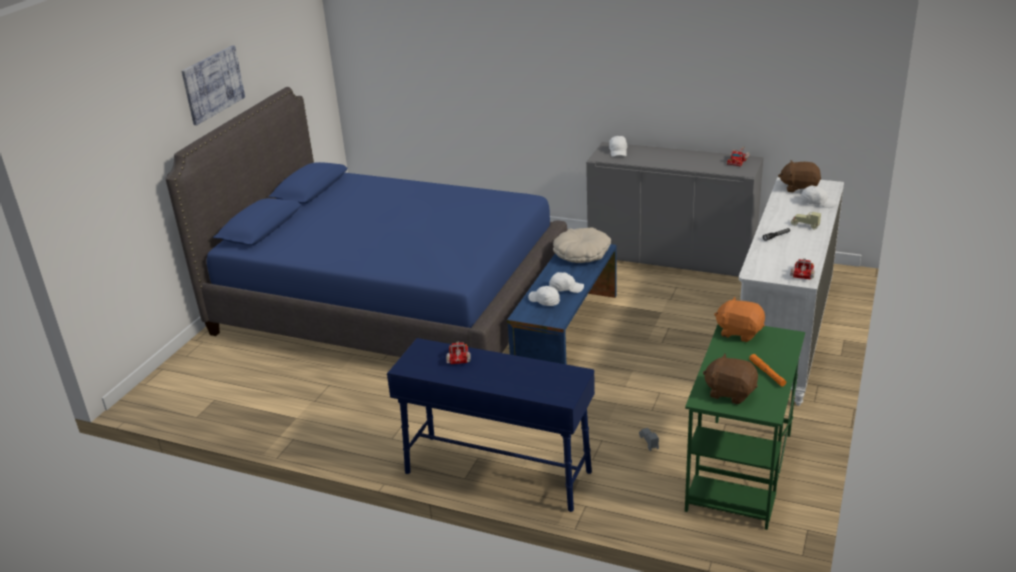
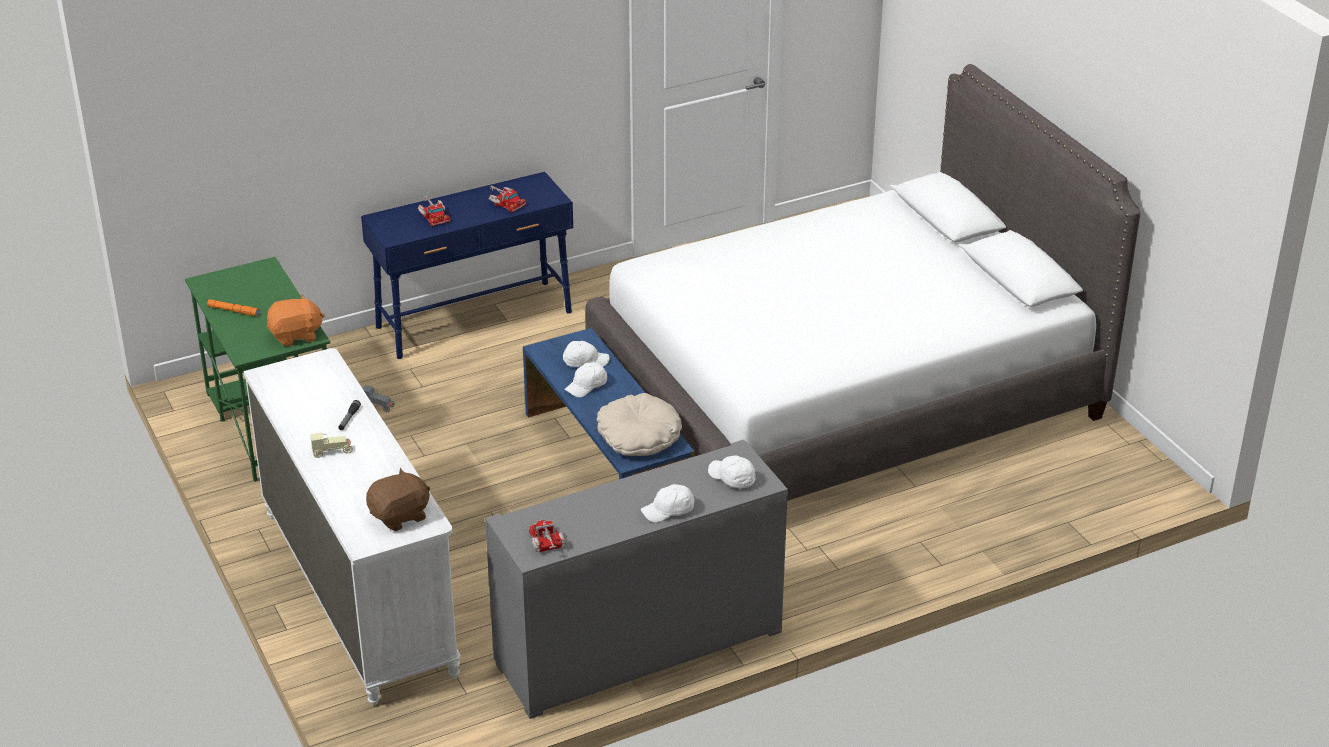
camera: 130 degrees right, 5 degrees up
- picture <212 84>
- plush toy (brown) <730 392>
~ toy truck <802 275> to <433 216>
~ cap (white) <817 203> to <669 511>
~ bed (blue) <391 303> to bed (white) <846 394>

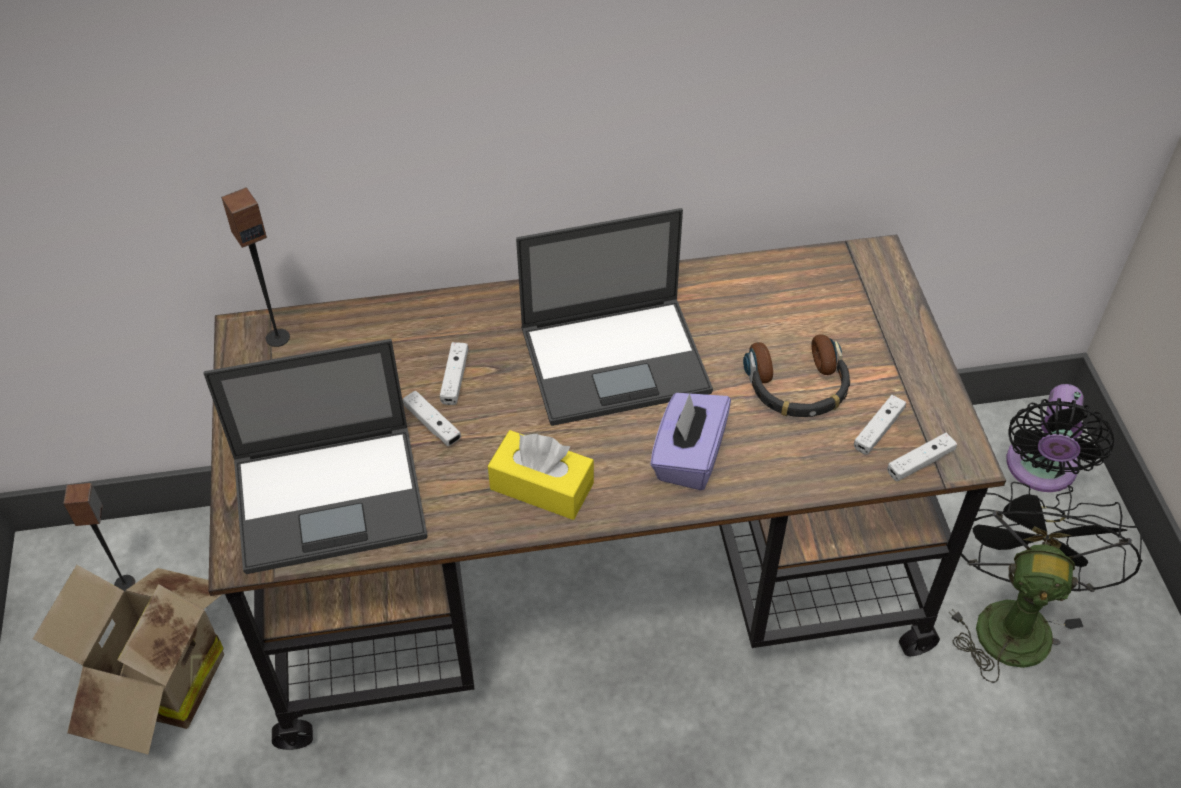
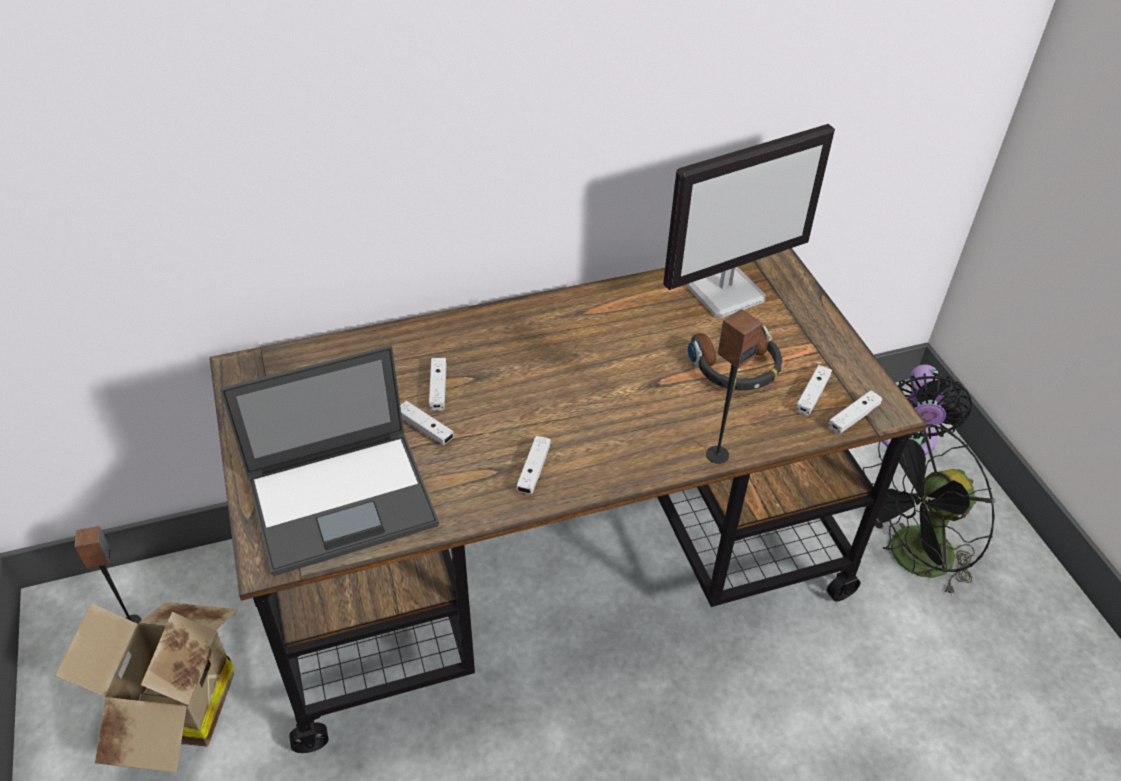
camera: 10 degrees left, 5 degrees down
- laptop <617 359>
- tissue box (purple) <688 457>
+ monitor <726 292>
~ speaker <277 337> to <717 454>
~ tissue box (yellow) <541 486> to game controller (white) <533 470>
~ fan (black) <1010 617> = <911 560> 120 degrees counterclockwise

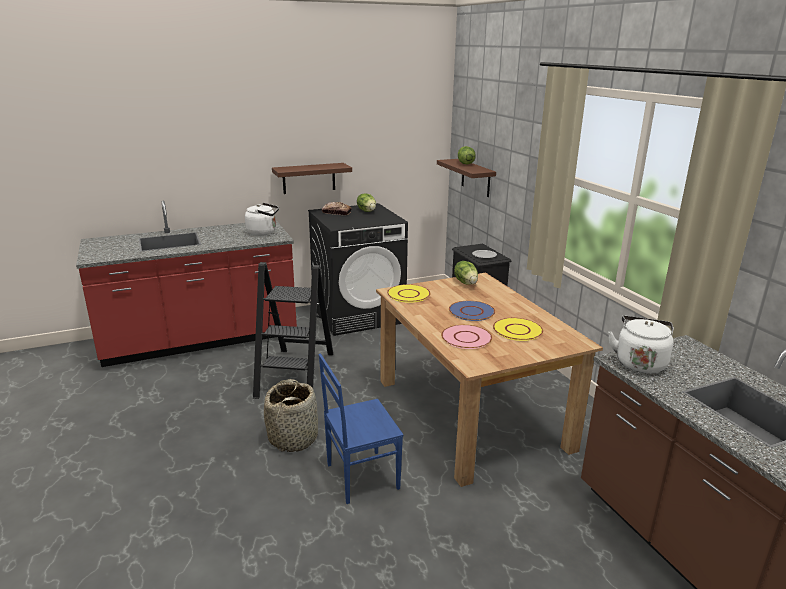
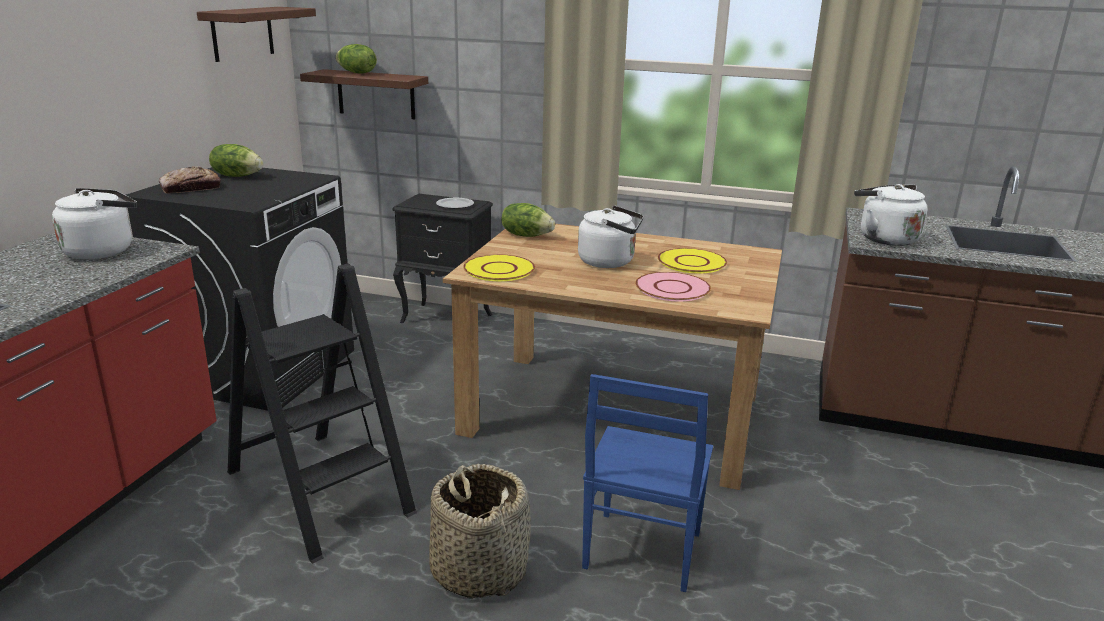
camera: 50 degrees left, 0 degrees up
~ shelf (brown) <309 178> to <242 33>
~ plate (blue) <471 312> to kettle (white) <610 262>

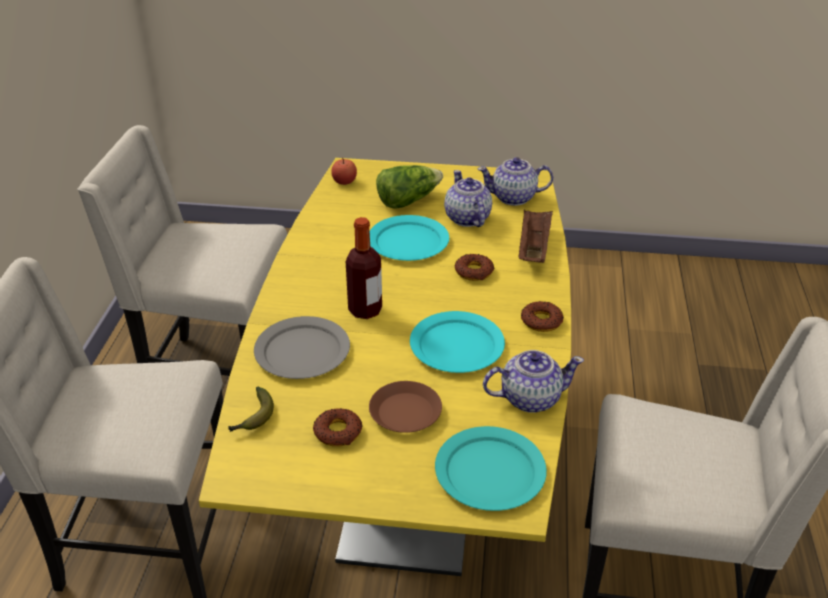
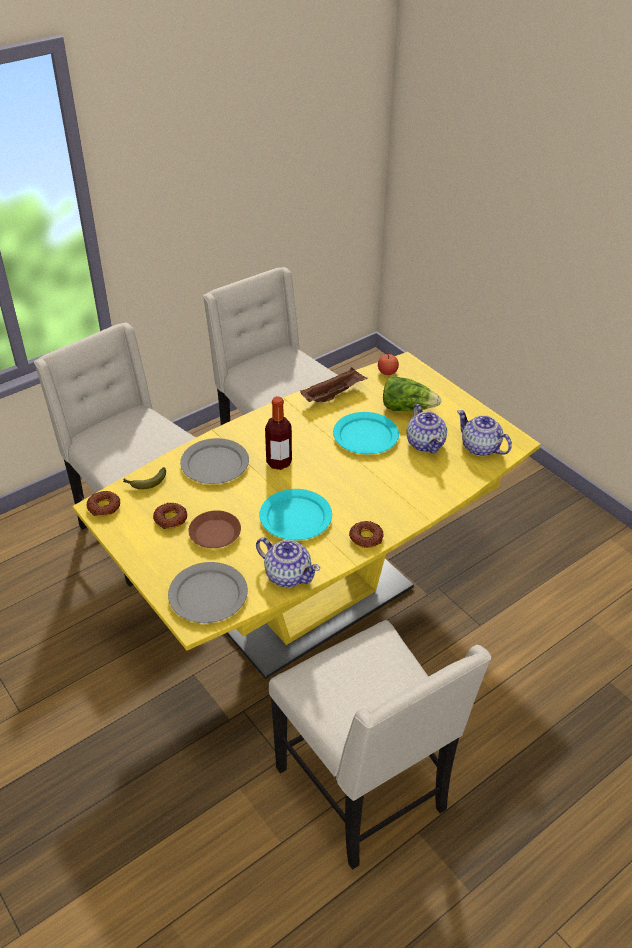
camera: 45 degrees right, 5 degrees up
~ donut <474 271> to <104 507>
~ tray (brown) <533 248> to <333 394>
~ plate (turquoise) <489 472> to plate (grey) <207 595>
~ teapot <467 219> = <425 443> 135 degrees clockwise

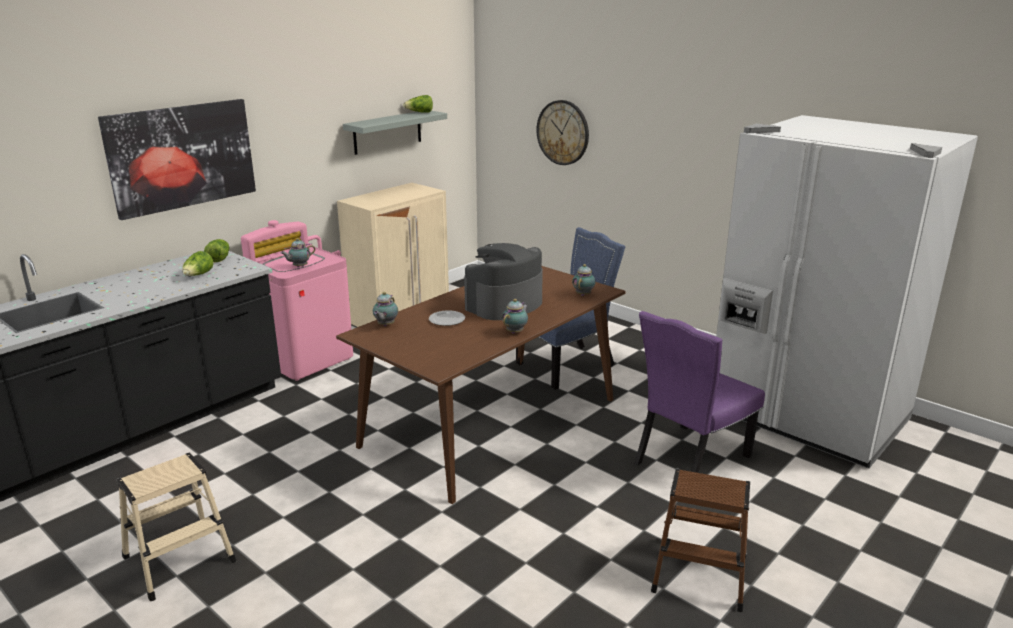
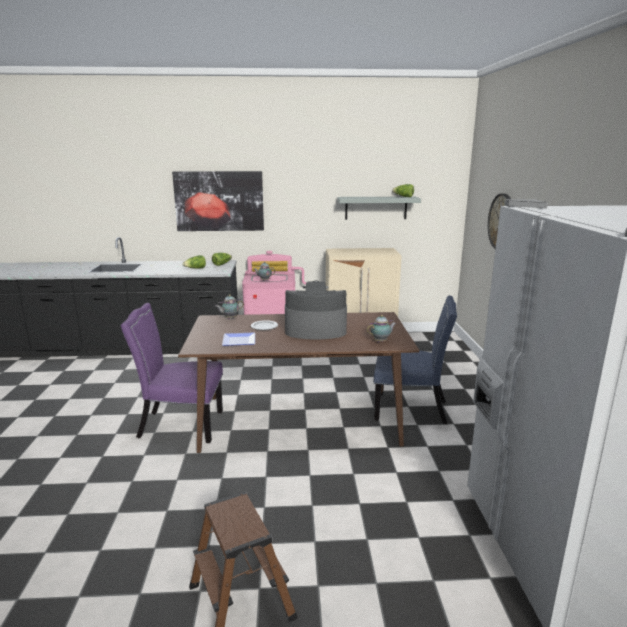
camera: 45 degrees right, 5 degrees down
- step ladder (beige) <178 558>
- teapot <515 332>
+ plate <238 340>
~ chair (purple) <691 457> to <182 425>

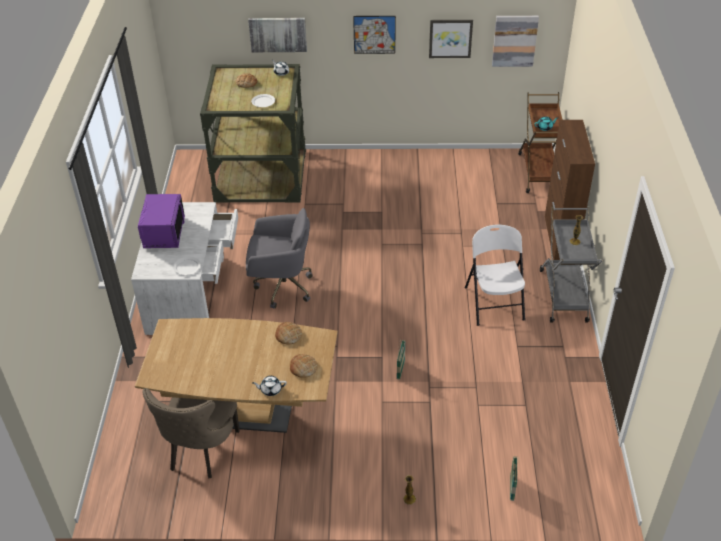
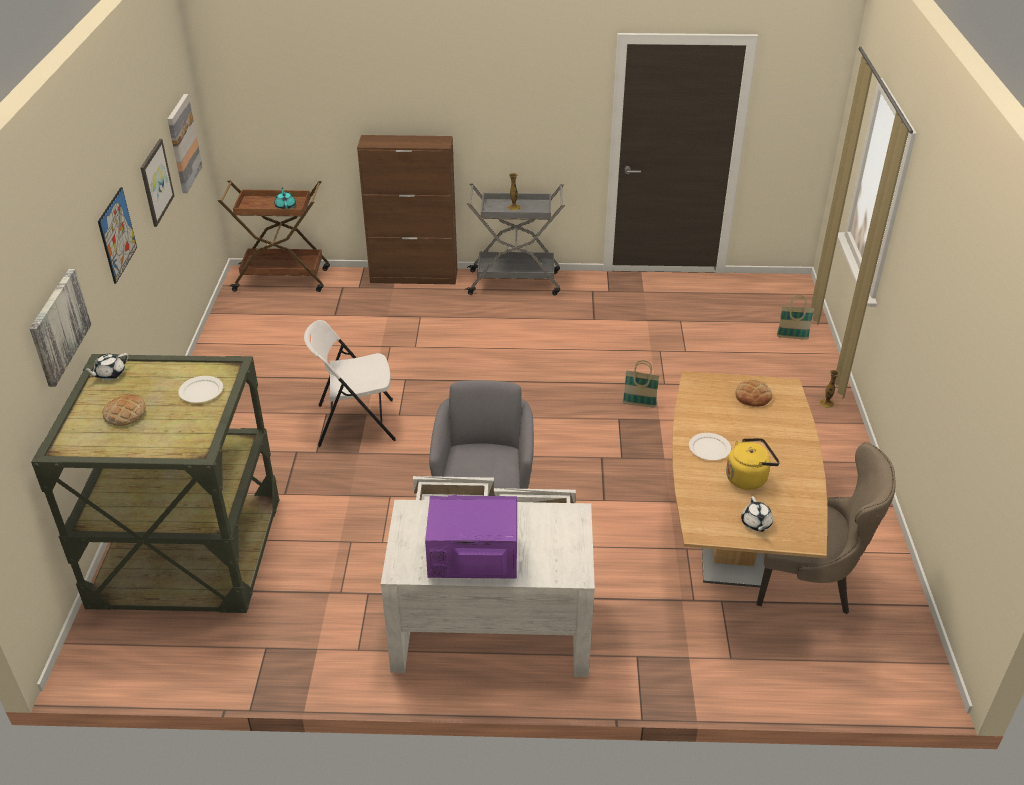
camera: 90 degrees left, 5 degrees down
- bread <288 335>
+ kettle (yellow) <748 478>
~ plate (white) <187 267> to <709 448>
~ teapot (white) <270 389> to <756 524>
~ chair (white) <494 303> to <356 422>

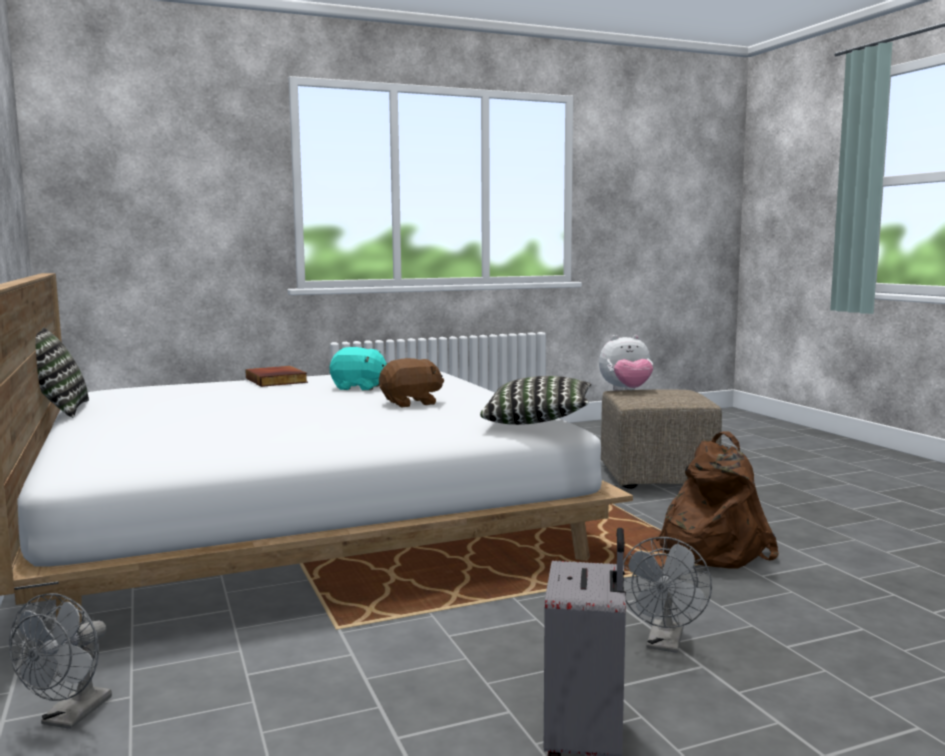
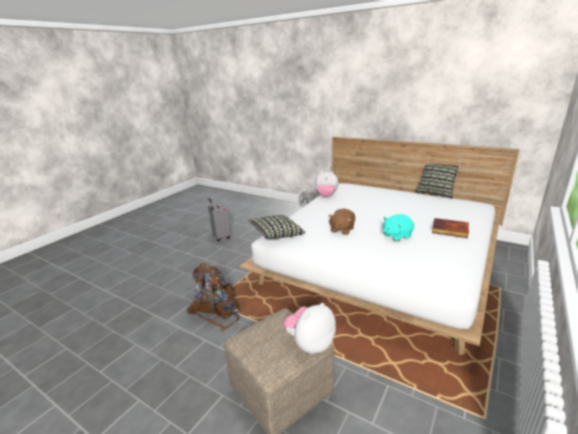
camera: 145 degrees right, 15 degrees up
- fan (grey) <665 644>
+ plush toy <326 196>

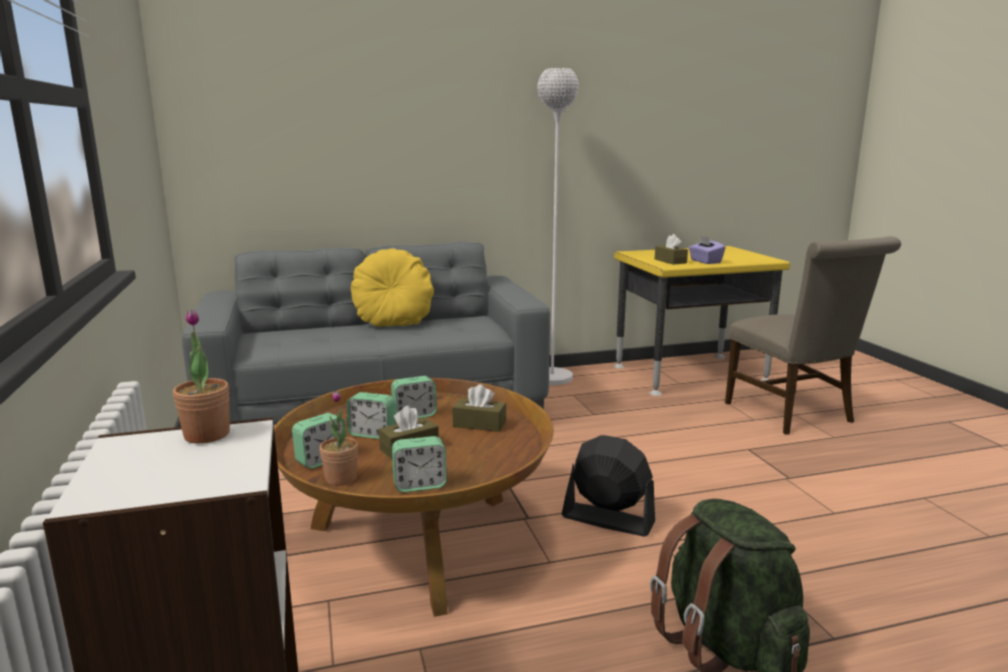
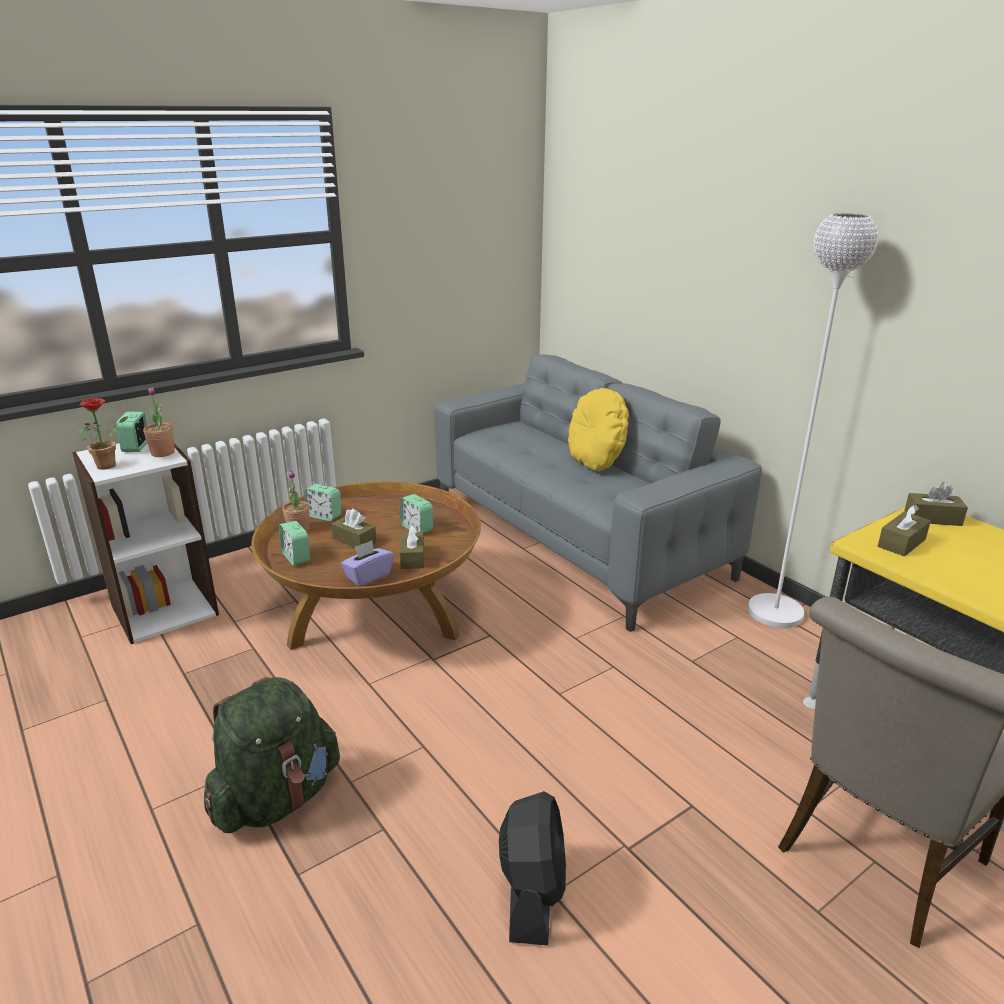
camera: 70 degrees right, 10 degrees up
+ potted plant <110 464>
+ tissue box (brown) <932 518>
~ alarm clock <372 434> to <136 447>
~ fan (black) <607 519> to <532 892>
~ tissue box (purple) <705 261> to <368 576>

